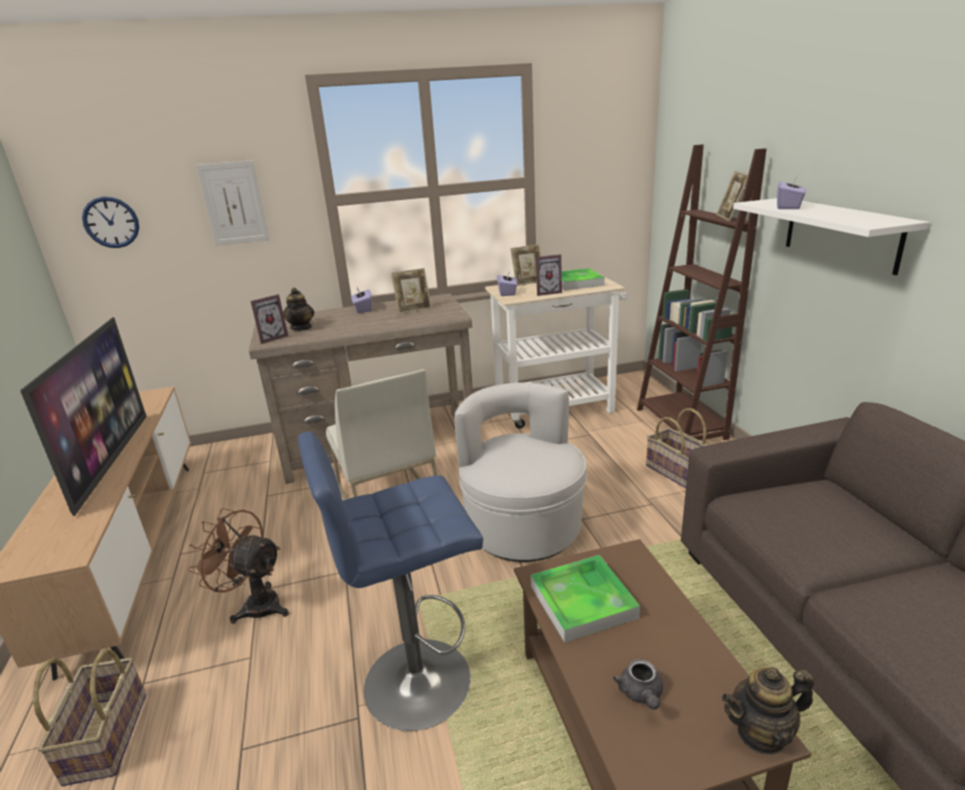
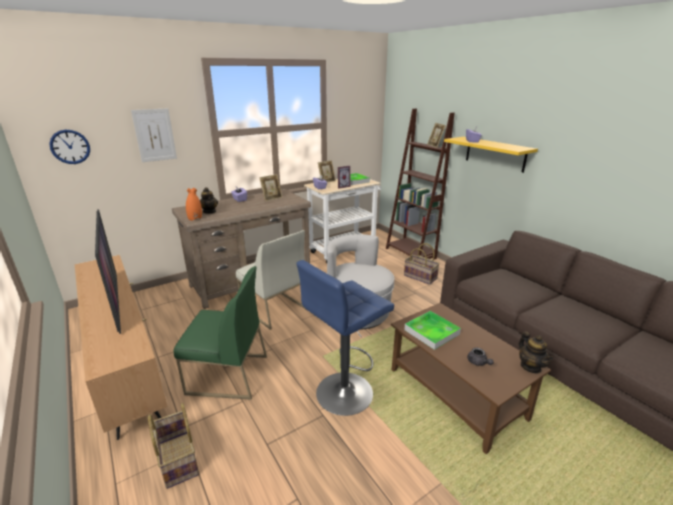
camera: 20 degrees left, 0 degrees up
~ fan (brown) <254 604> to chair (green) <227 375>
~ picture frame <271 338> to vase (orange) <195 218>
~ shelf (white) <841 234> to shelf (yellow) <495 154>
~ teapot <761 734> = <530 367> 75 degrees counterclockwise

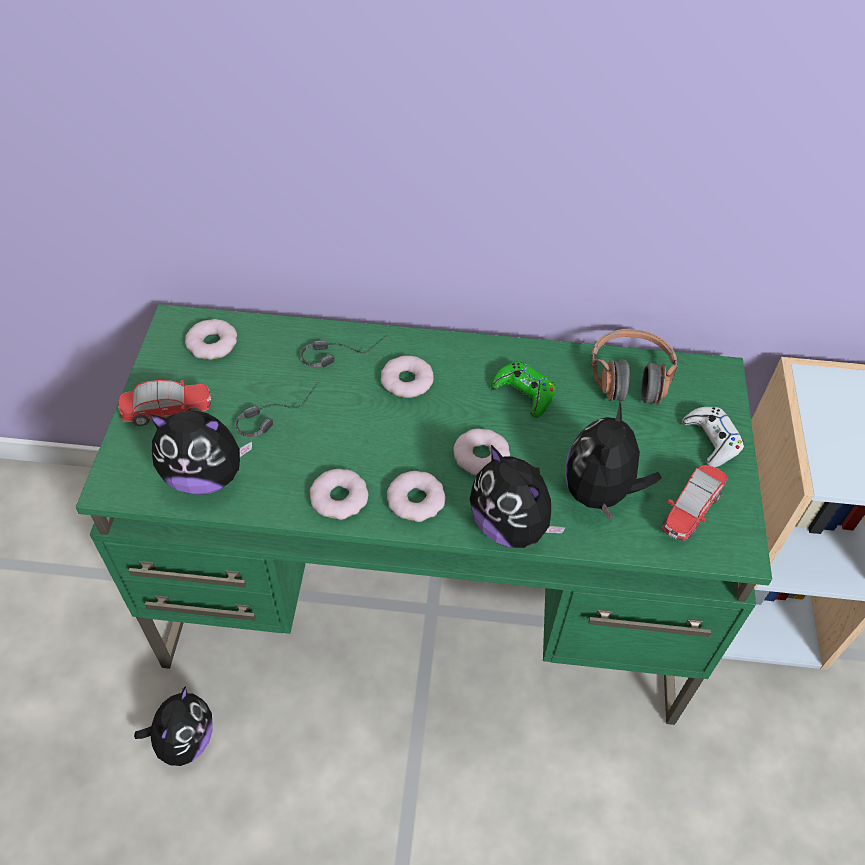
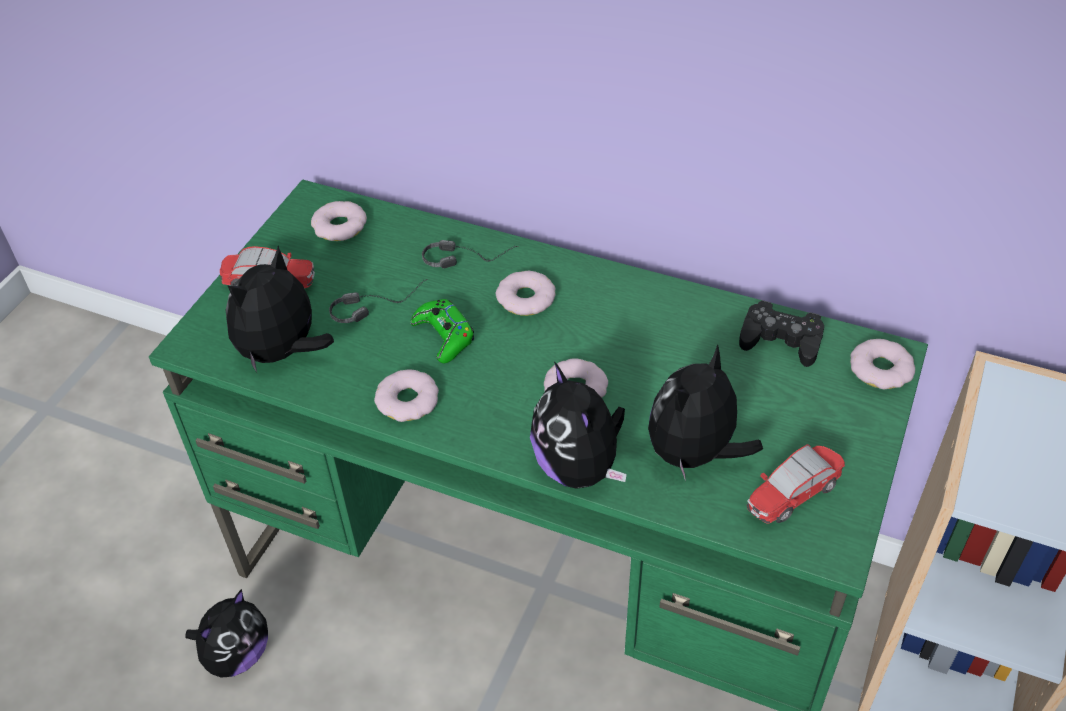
camera: 20 degrees right, 5 degrees down
- game controller (white) <711 440>
~ donut <416 500> to <881 369>
~ game controller (green) <524 393> to <444 336>
~ headphones <630 377> to game controller (black) <780 340>
~ plush toy <205 476> = <282 352> 105 degrees clockwise

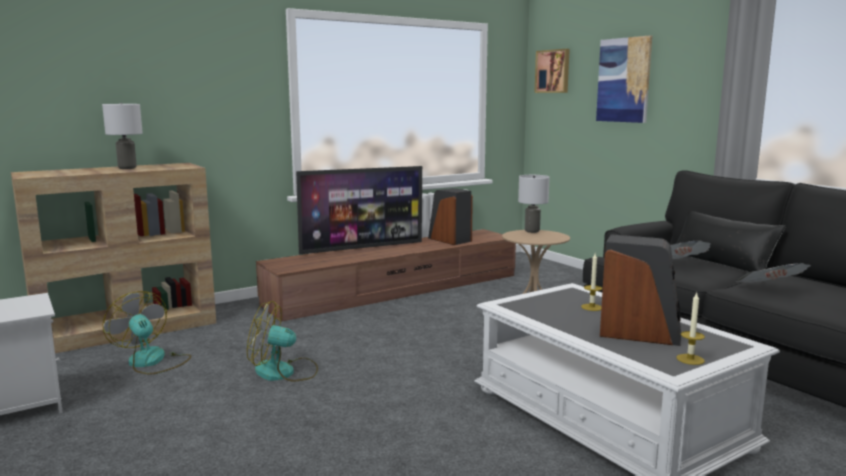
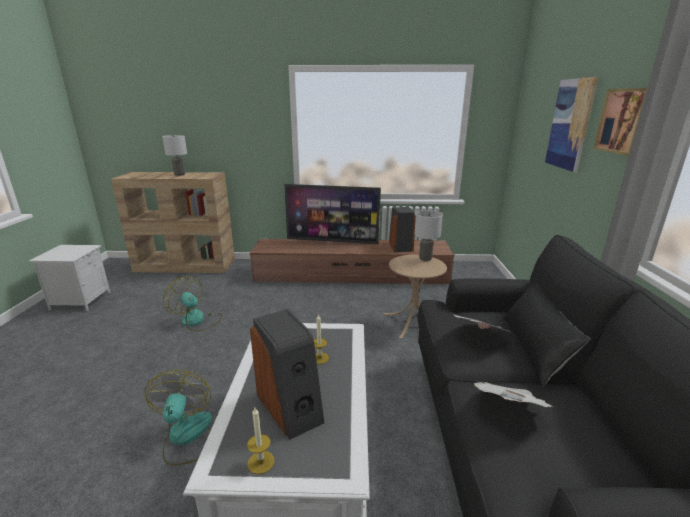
camera: 35 degrees right, 10 degrees up
~ fan <151 362> to <188 437>
~ picture <553 71> to <625 121>

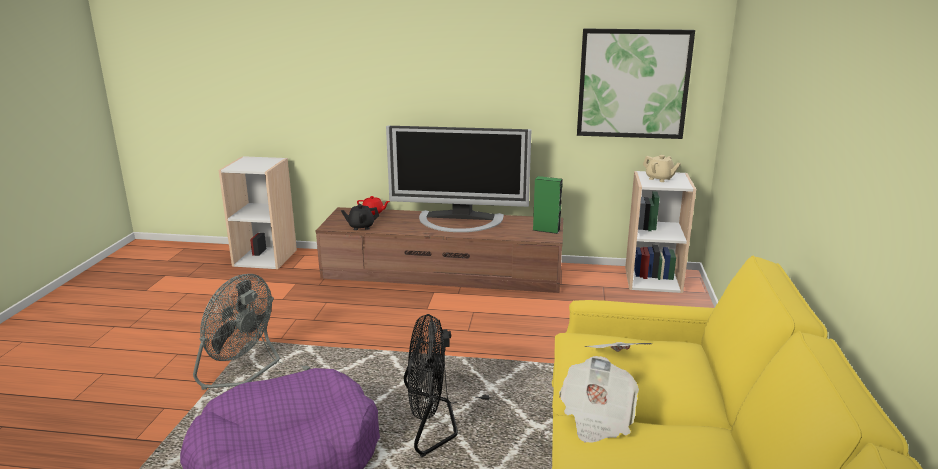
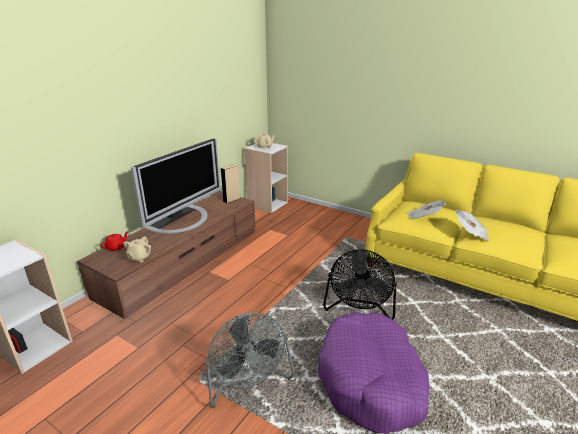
camera: 65 degrees left, 5 degrees up
- picture <633 84>
~ teapot (black) <361 227> to teapot (beige) <139 258>
~ speaker (green) <546 230> to speaker (beige) <231 200>
~ fan (grey) <254 368> = <244 381> 75 degrees counterclockwise

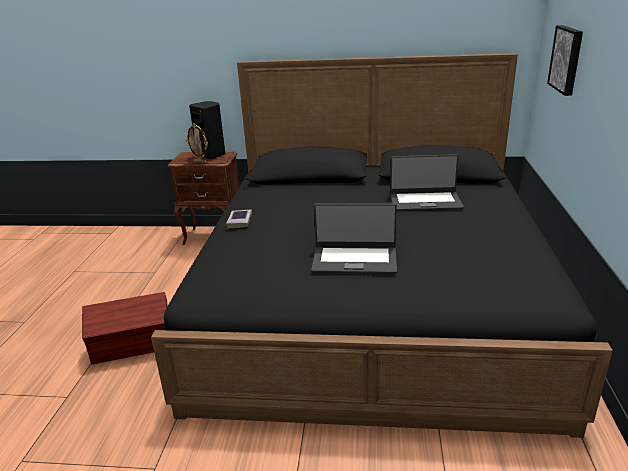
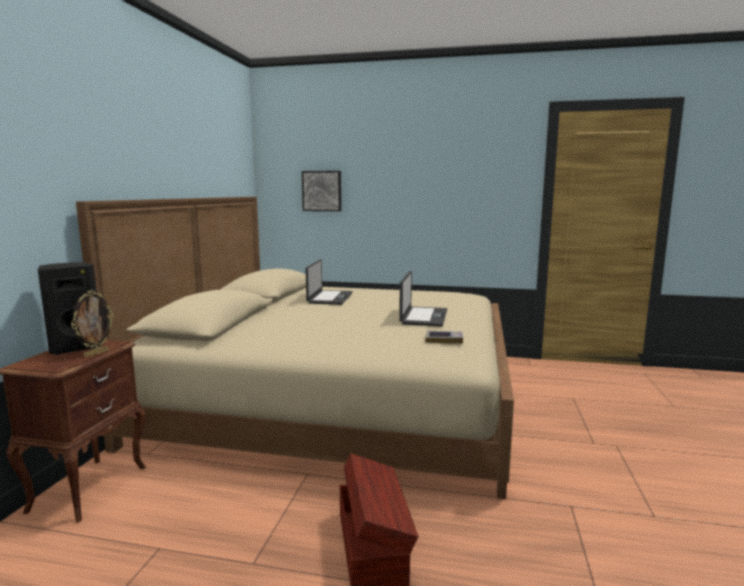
camera: 85 degrees left, 15 degrees down
~ book <240 221> to <444 340>
~ bed (black) <371 300> to bed (beige) <340 397>

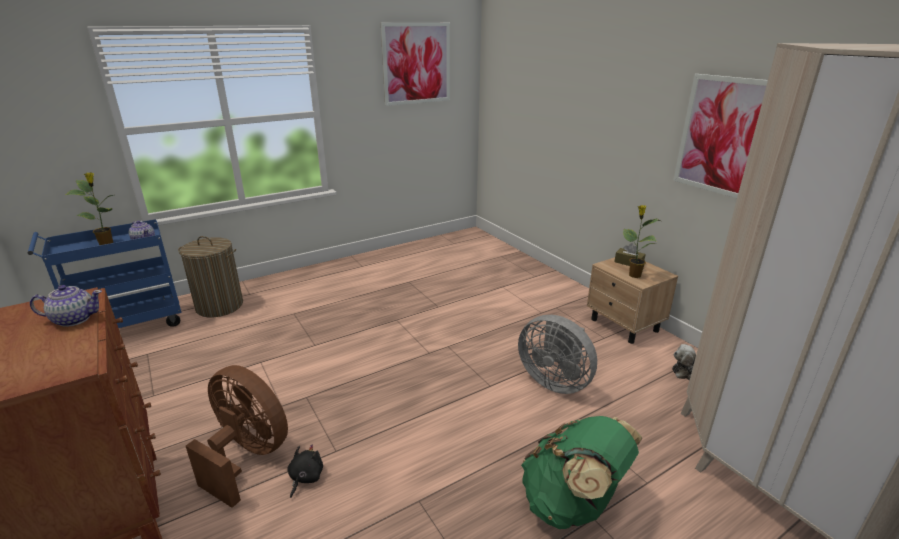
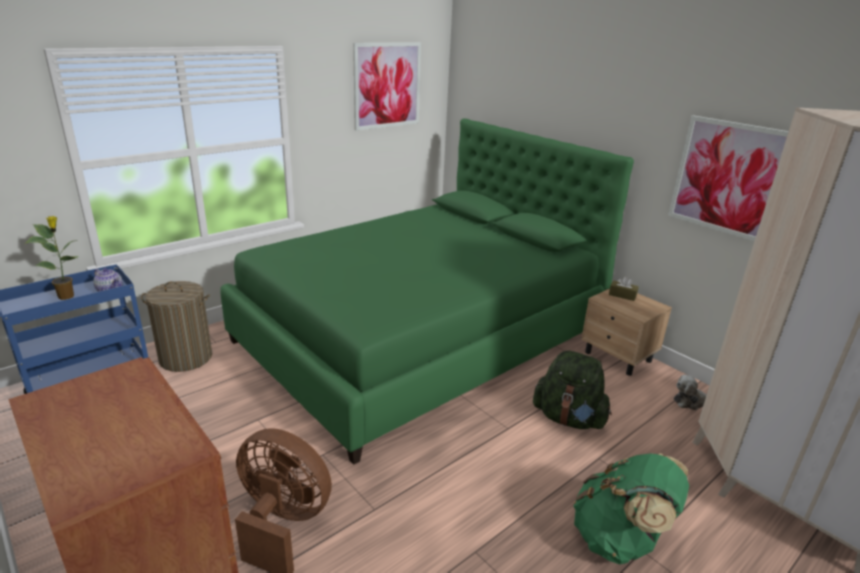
camera: 10 degrees left, 0 degrees up
- teapot <74 319>
- plush toy (black) <305 478>
- potted plant <633 275>
+ bed (green) <421 337>
~ fan (grey) <555 380> to backpack (green) <568 418>

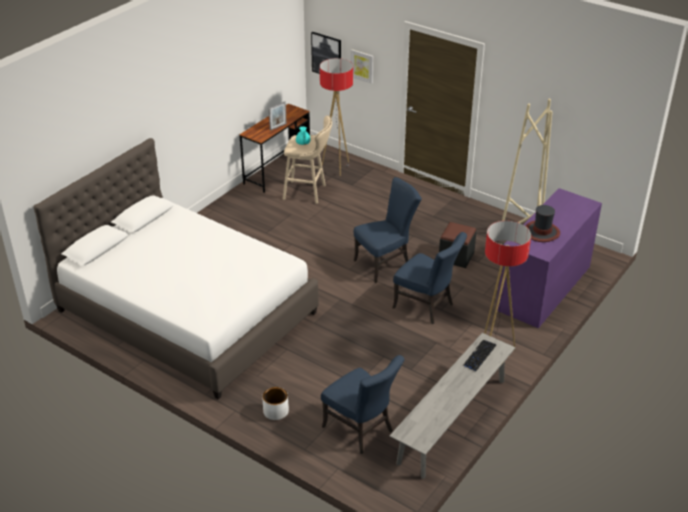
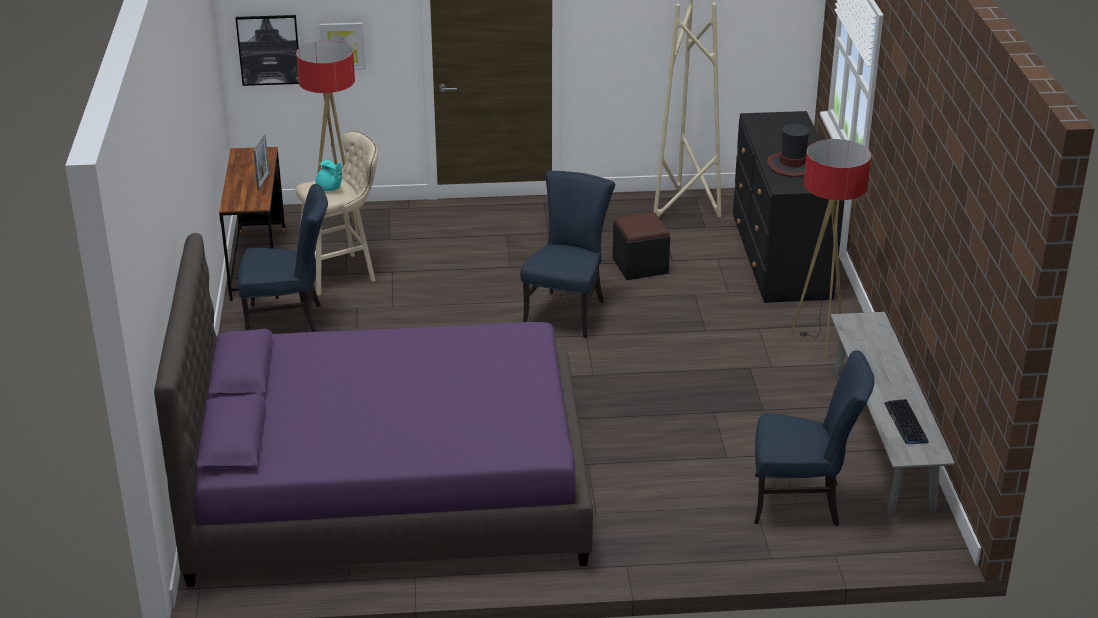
camera: 40 degrees left, 5 degrees down
- planter (white) <275 411>
~ chair (blue) <426 307> to <289 321>
~ keyboard <479 356> to <906 423>
~ bed (white) <187 311> to bed (purple) <387 489>
~ dresser (purple) <543 288> to dresser (black) <781 256>

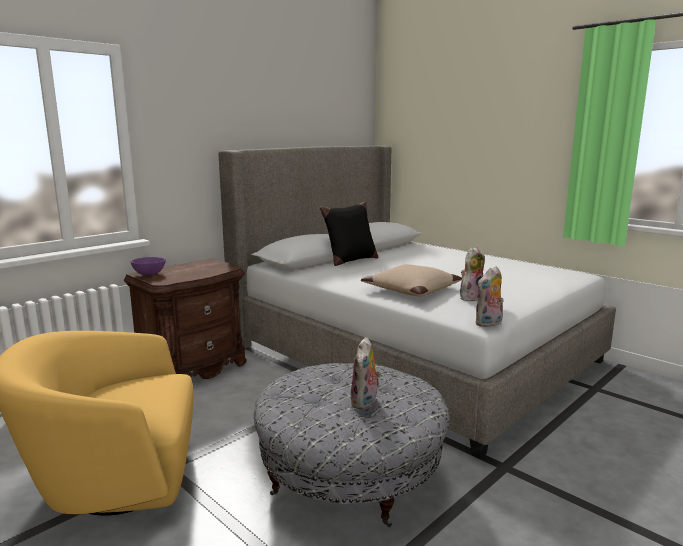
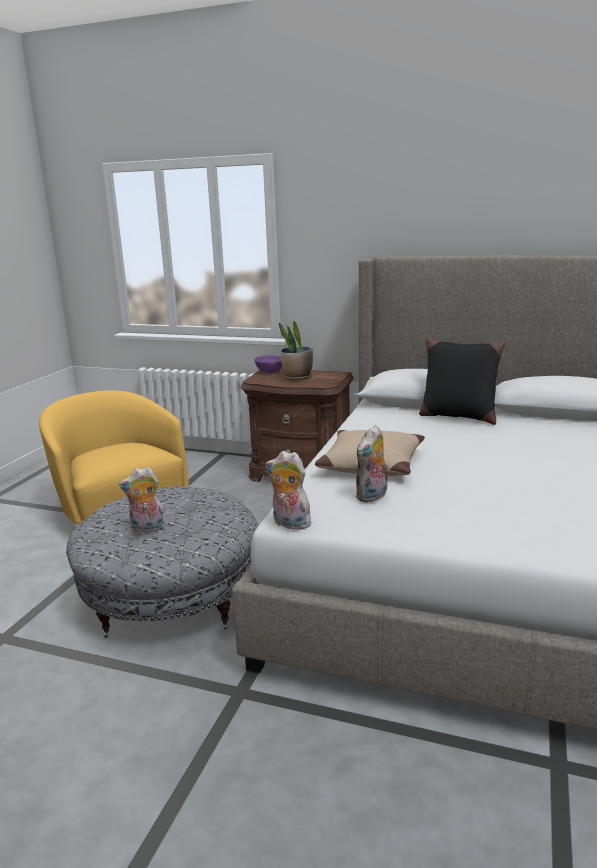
camera: 65 degrees right, 5 degrees up
+ potted plant <297 377>
~ plush toy <470 297> = <372 496> 105 degrees clockwise

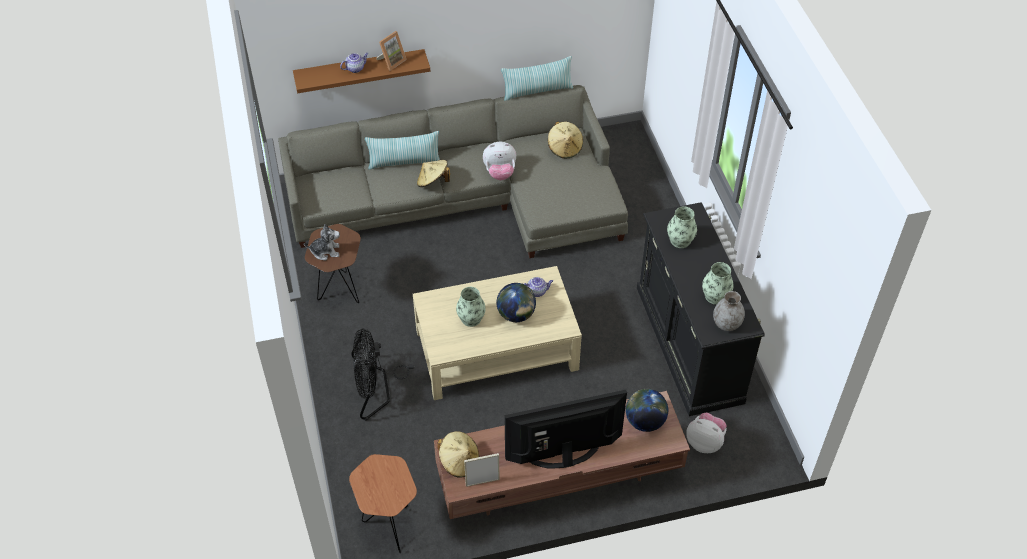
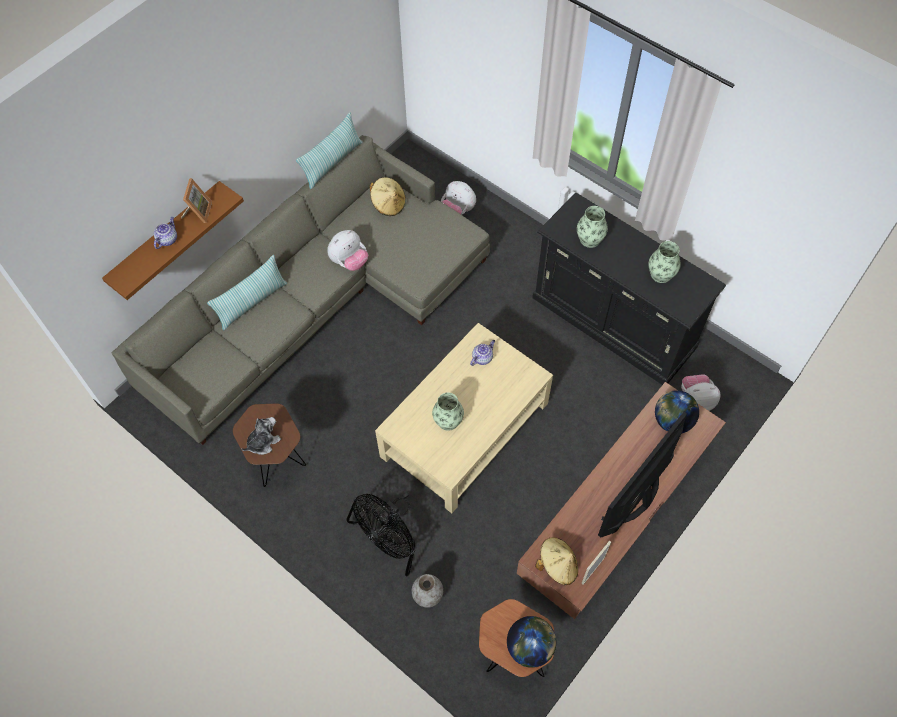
camera: 35 degrees left, 10 degrees up
- hat (beige) <433 181>
+ plush toy <457 210>
~ globe <516 315> to <530 647>
~ vase (grey) <726 324> to <427 595>

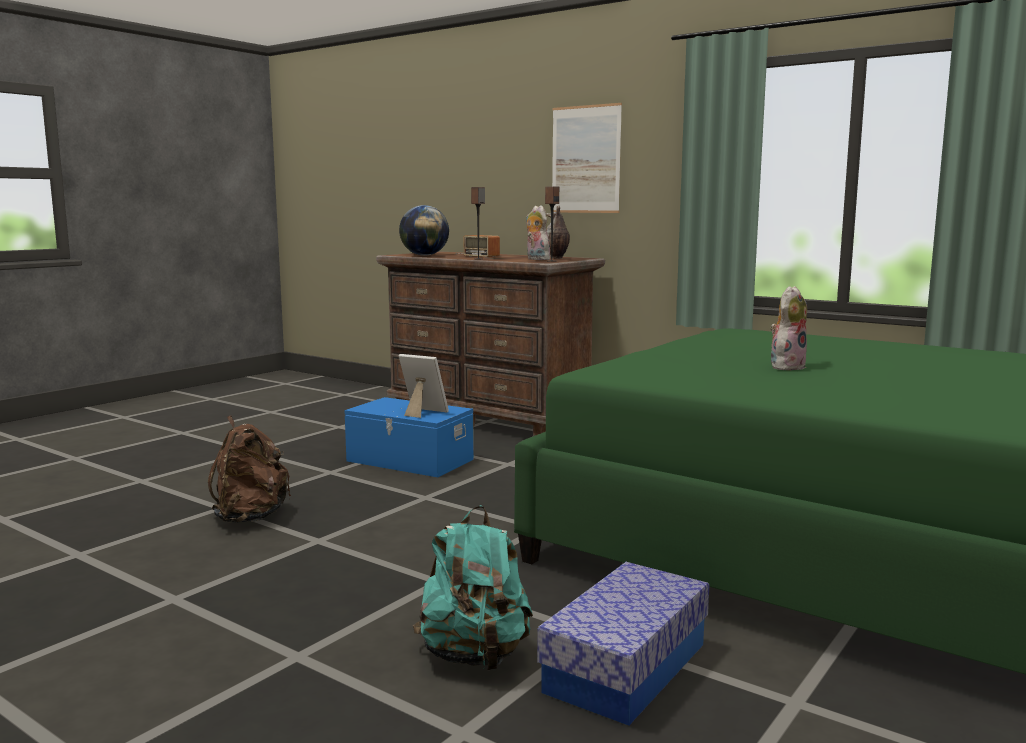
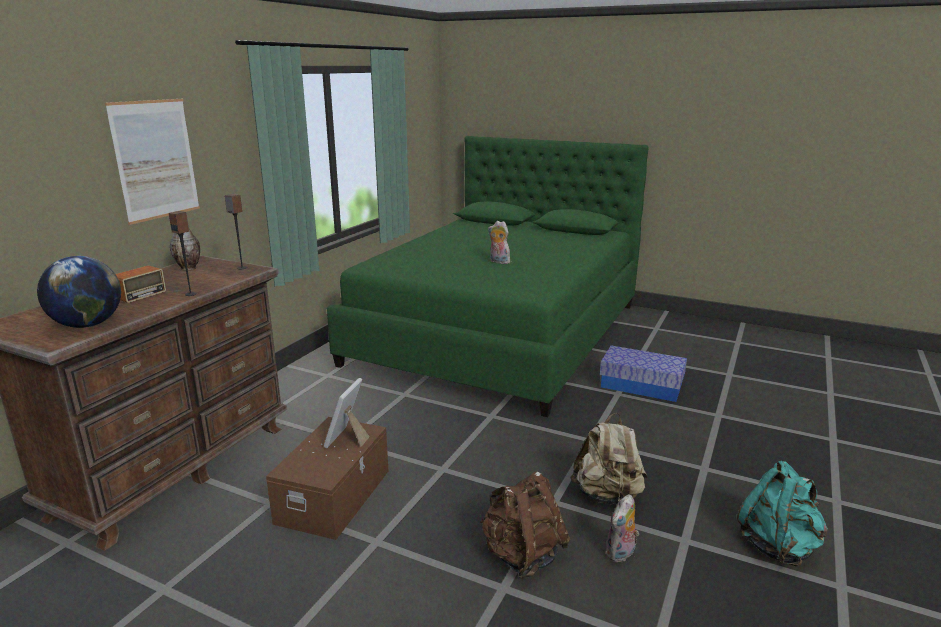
camera: 100 degrees left, 10 degrees up
+ backpack (beige) <607 496>
~ backpack (turquoise) <475 656> to <778 546>
~ plush toy <536 259> to <621 554>
~ storage box (blue) <409 460> to storage box (brown) <335 496>

